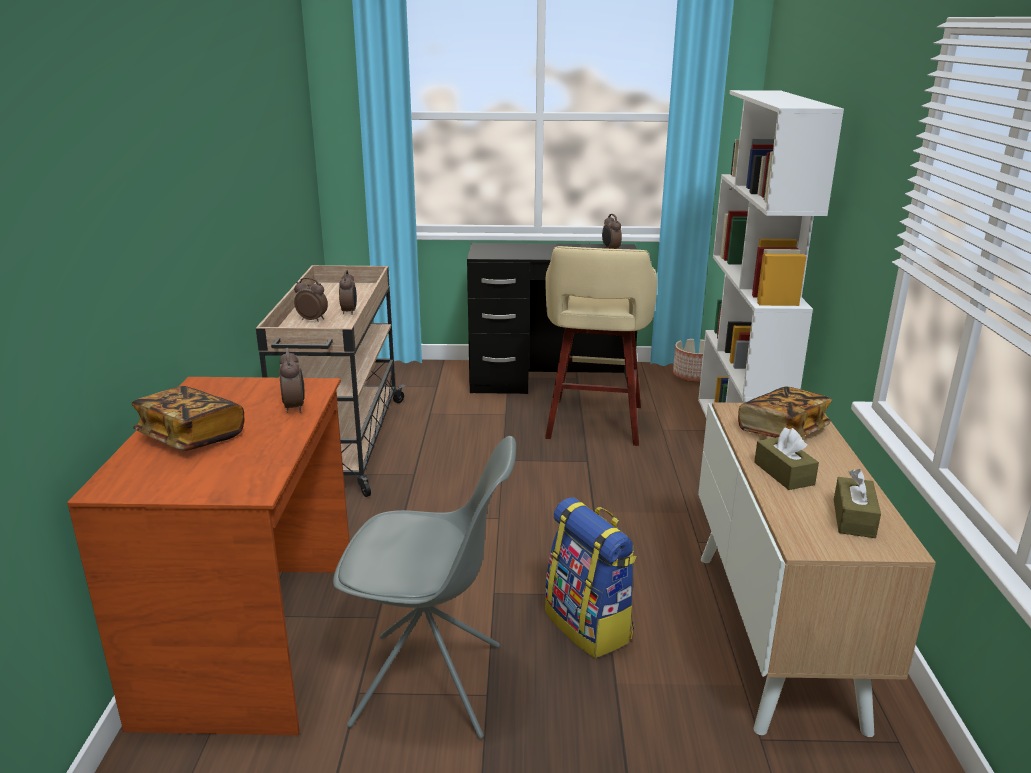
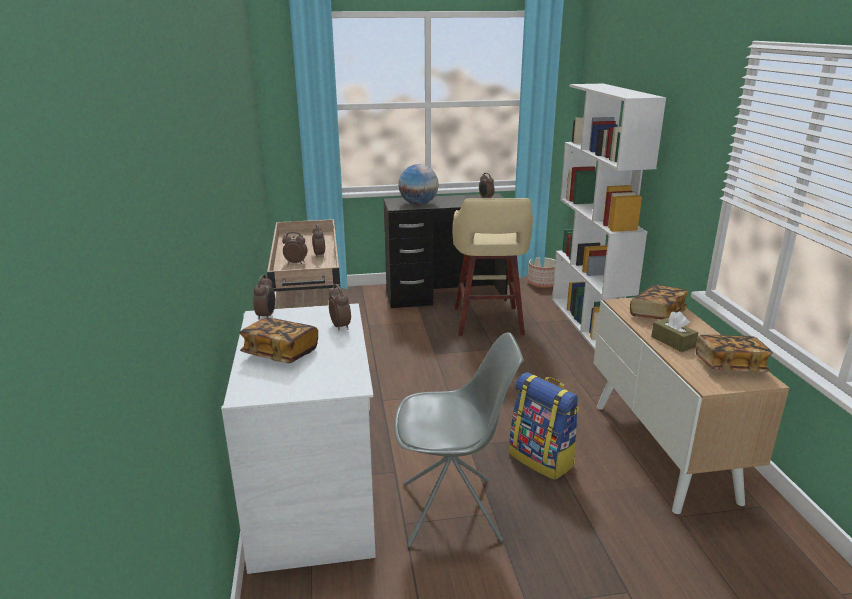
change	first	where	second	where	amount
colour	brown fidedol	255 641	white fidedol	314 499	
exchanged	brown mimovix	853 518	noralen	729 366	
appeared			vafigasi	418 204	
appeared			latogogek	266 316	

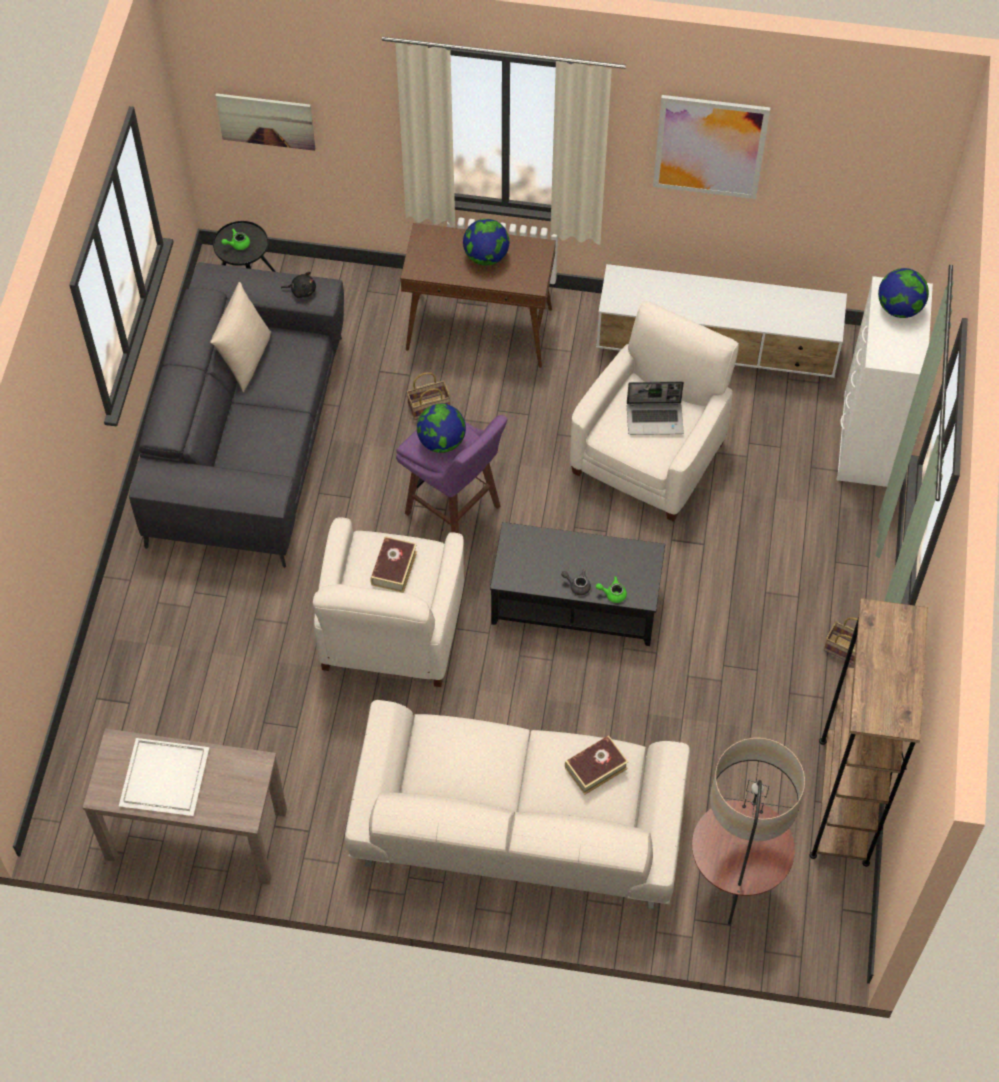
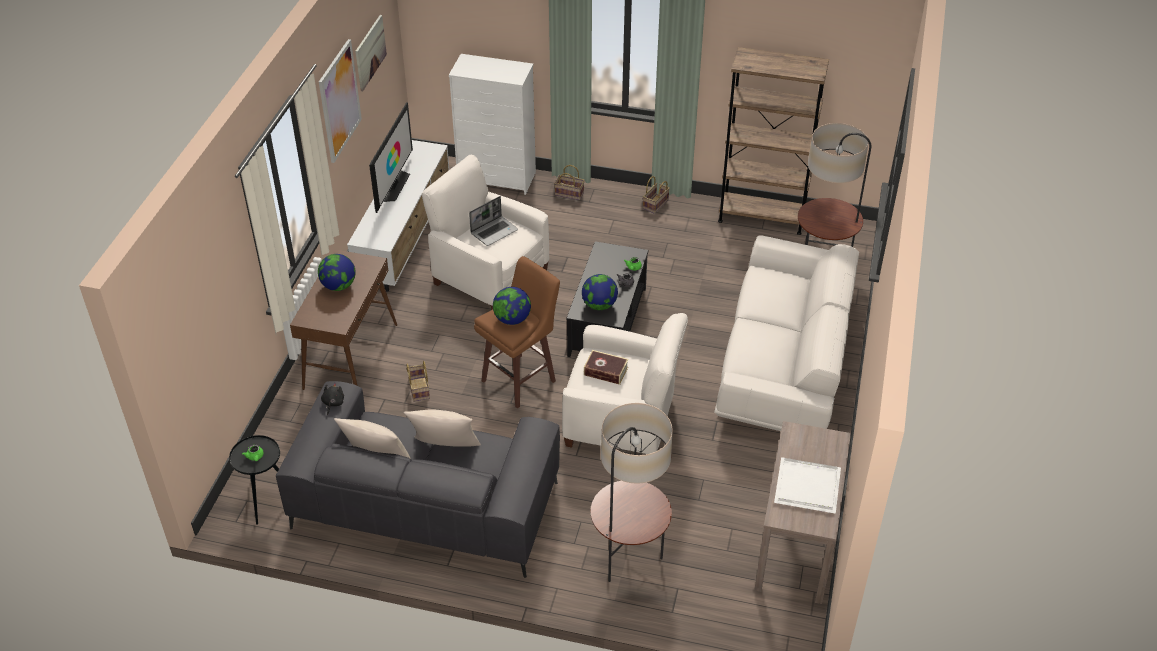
change	first	where	second	where	amount
relocated	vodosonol	266 121		370 52	
relocated	vafigasi	899 308		599 305	
spun	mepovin	655 418		494 231	45 degrees clockwise
colour	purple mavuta	454 512	brown mavuta	520 380	
missing	noralen	596 768			
appeared			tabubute	393 186	
appeared			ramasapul	570 193	
appeared			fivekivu	628 561	
appeared			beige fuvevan	445 449	

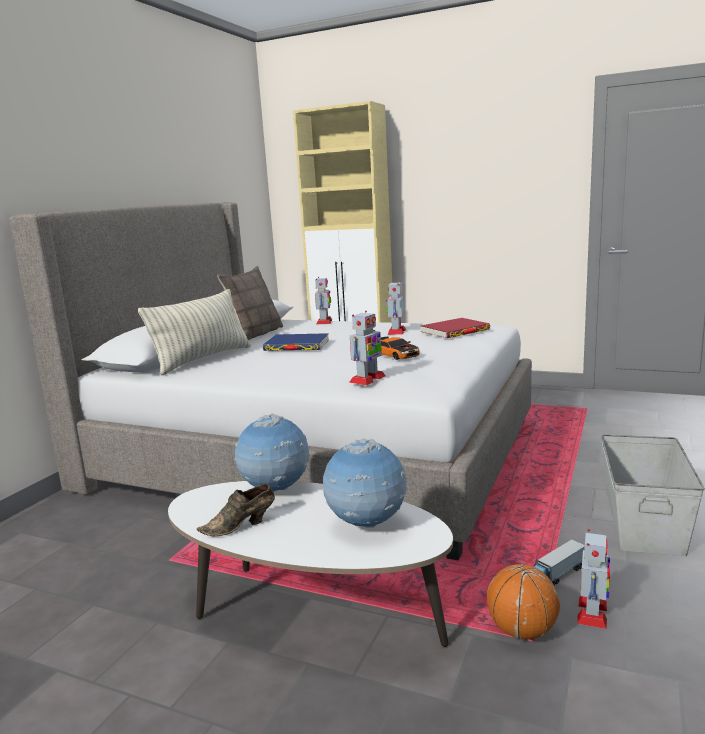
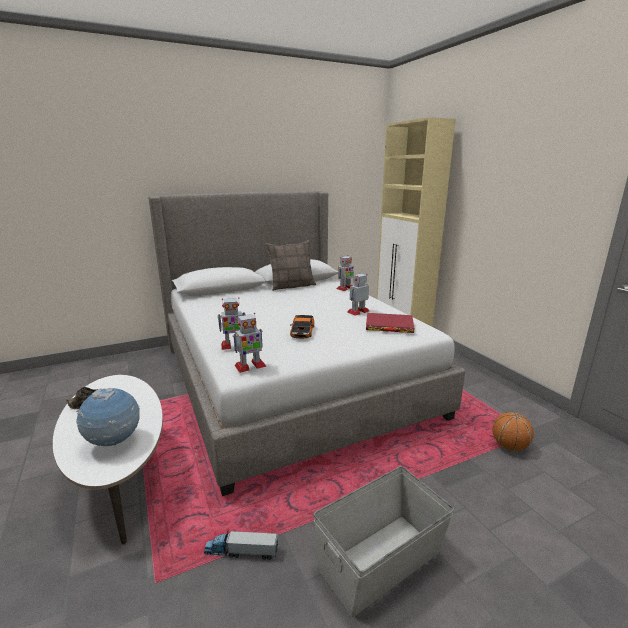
change	first	where	second	where	amount
missing	fuvevan	203 359			
missing	blue noralen	296 346			
missing	vafigasi	276 491			
relocated	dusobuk	592 613		250 366	
relocated	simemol	522 631		509 446	

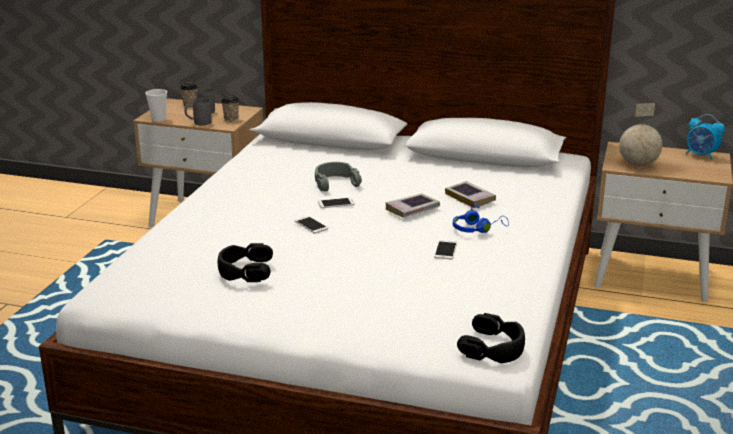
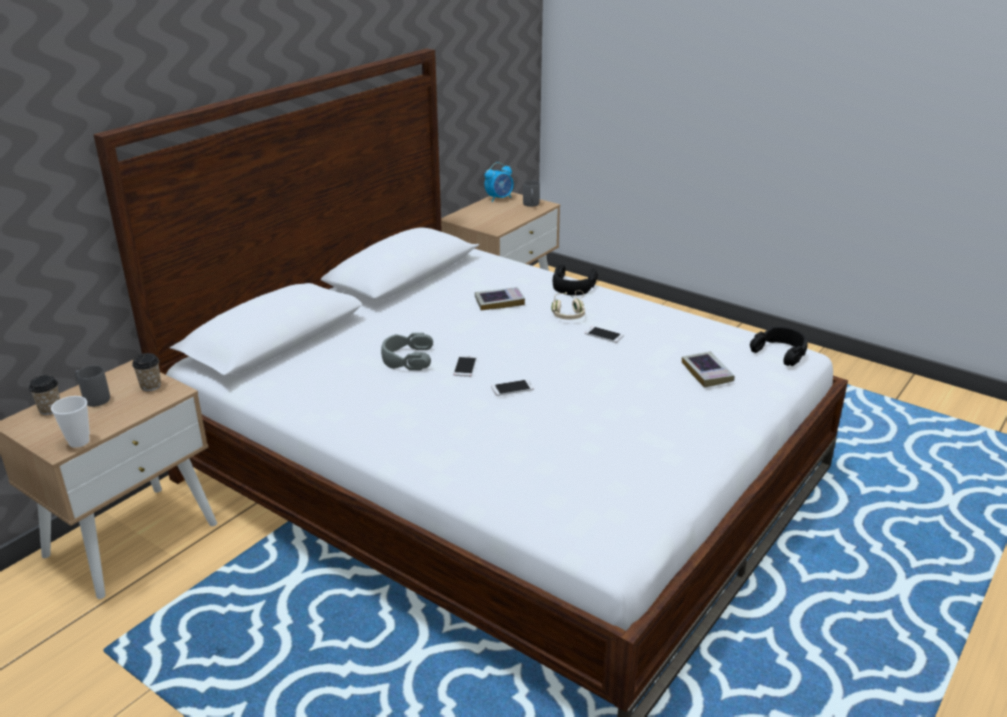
change	first	where	second	where	amount
relocated	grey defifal	198 123		531 205	
missing	vafigasi	638 165			
relocated	noralen	412 209		707 373	
colour	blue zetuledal	477 229	beige zetuledal	569 313	
relocated	black zetuledal	245 270		573 286	

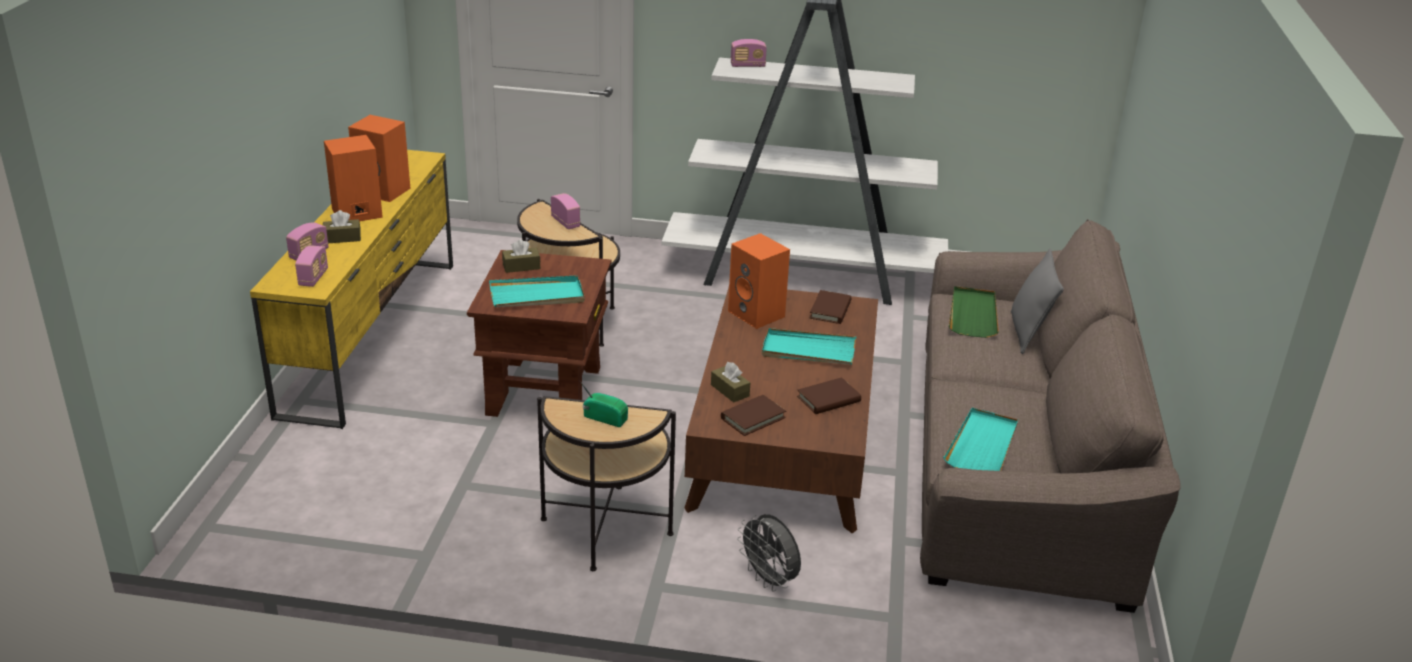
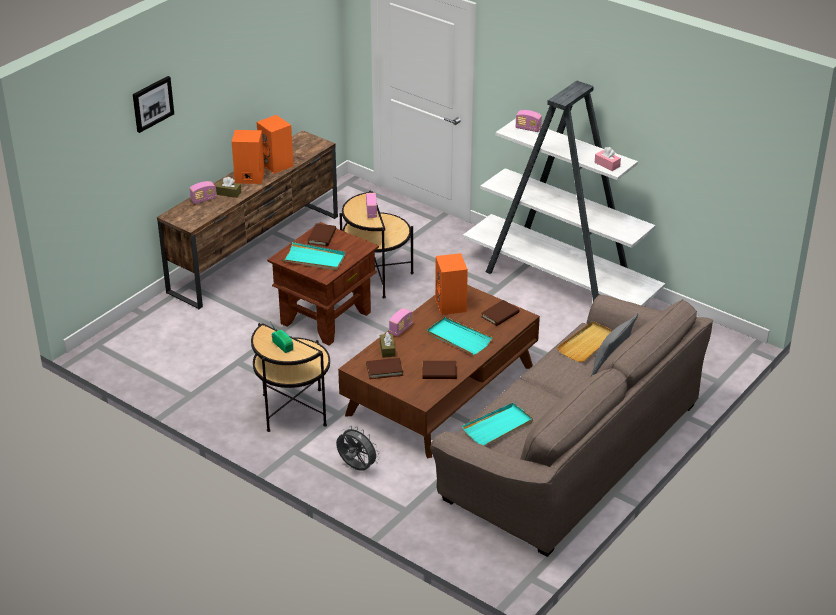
change	first	where	second	where	amount
colour	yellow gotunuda	372 335	brown gotunuda	256 253	
exchanged	brown mimovix	521 266	brown noralen	322 237	
relocated	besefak	313 278		401 329	
colour	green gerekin	973 315	beige gerekin	587 344	
spun	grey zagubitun	769 580		356 468	135 degrees clockwise
appeared			vodosonol	152 103	
appeared			pink mimovix	607 164	

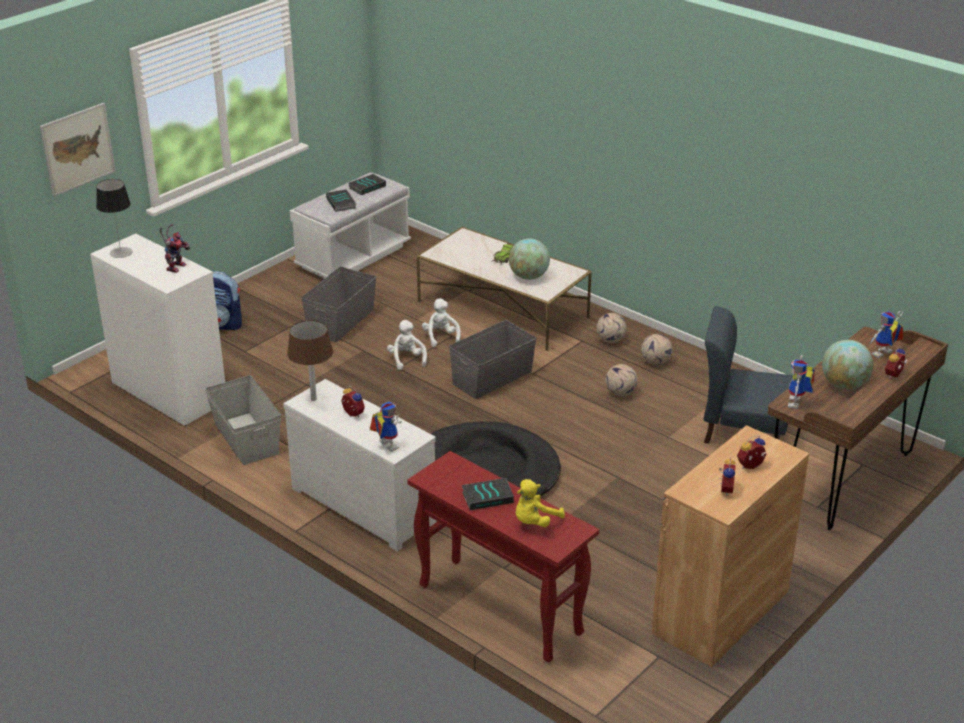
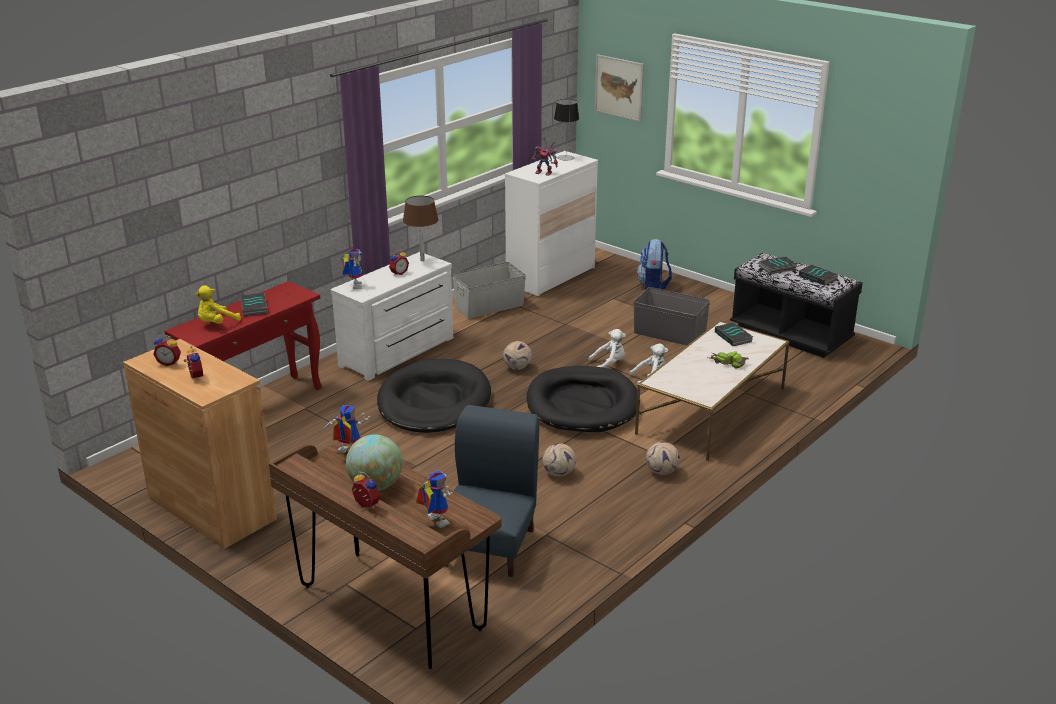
change	first	where	second	where	amount
colour	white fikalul	353 257	black fikalul	790 334	
missing	vafigasi	528 276			
exchanged	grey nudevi	492 377	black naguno	582 404	
relocated	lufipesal	656 362		517 368	
spun	dusobuk	385 445		354 285	60 degrees counterclockwise
spun	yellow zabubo	534 522		216 323	90 degrees counterclockwise
appeared			noralen	734 337	

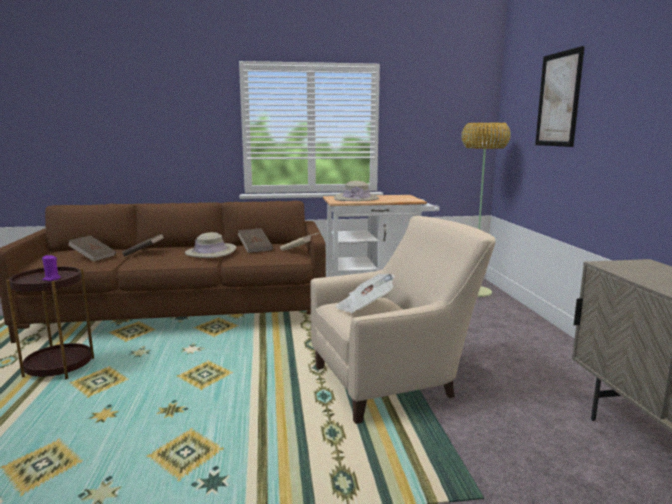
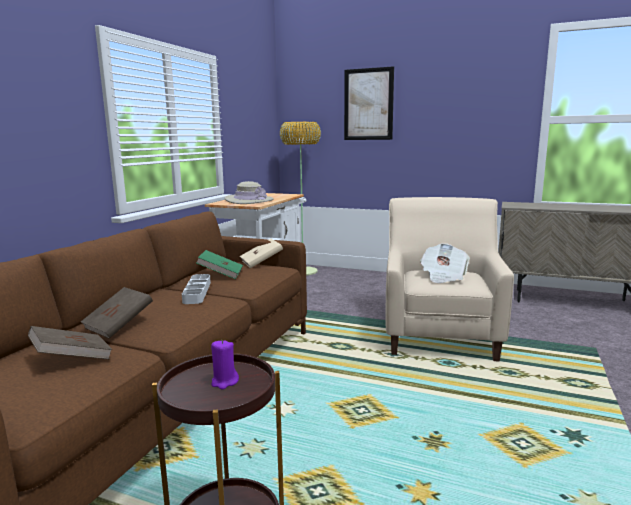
change	first	where	second	where	amount
colour	brown noralen	255 249	green noralen	221 275	
exchanged	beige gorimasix	211 252	grey gerekin	197 292	

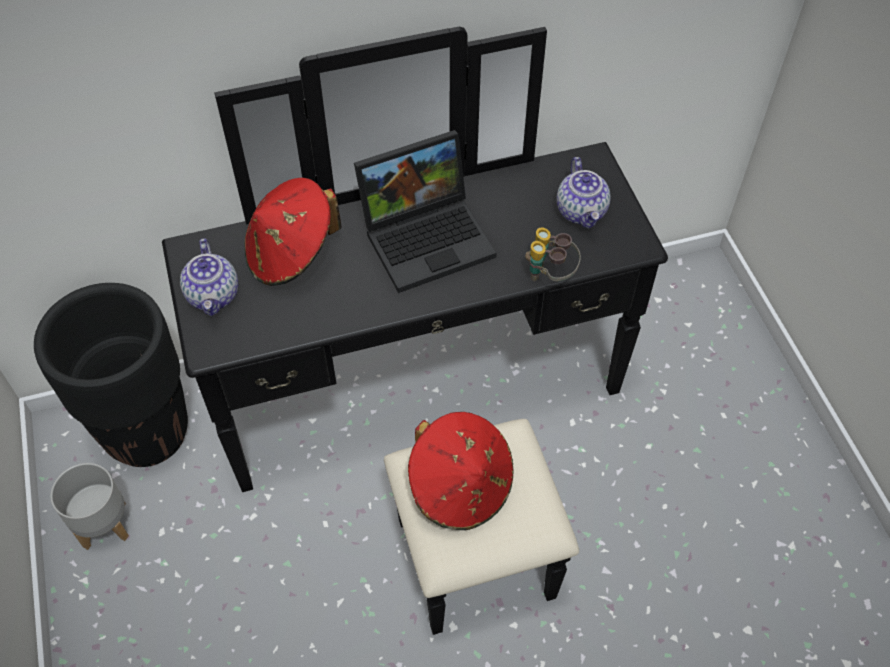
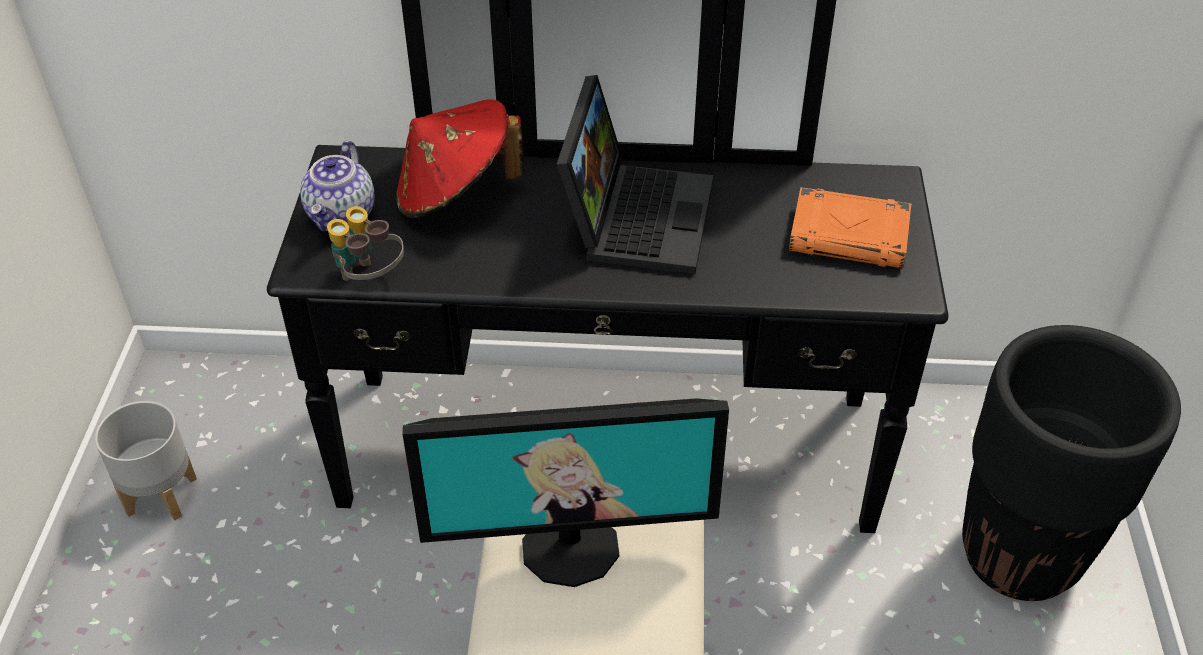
change	first	where	second	where	amount
spun	mepovin	428 236		634 215	75 degrees counterclockwise
exchanged	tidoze	582 211	orange noralen	850 236	
relocated	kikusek	550 275		369 279	
relocated	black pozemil	148 433		1020 556	
exchanged	red gorimasix	461 486	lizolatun	570 546	

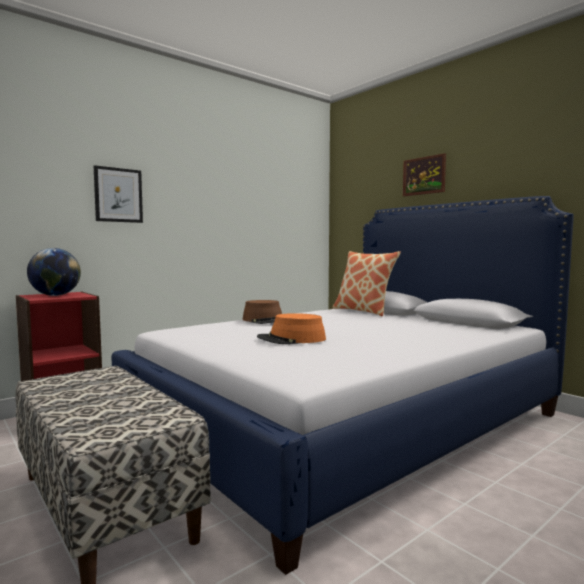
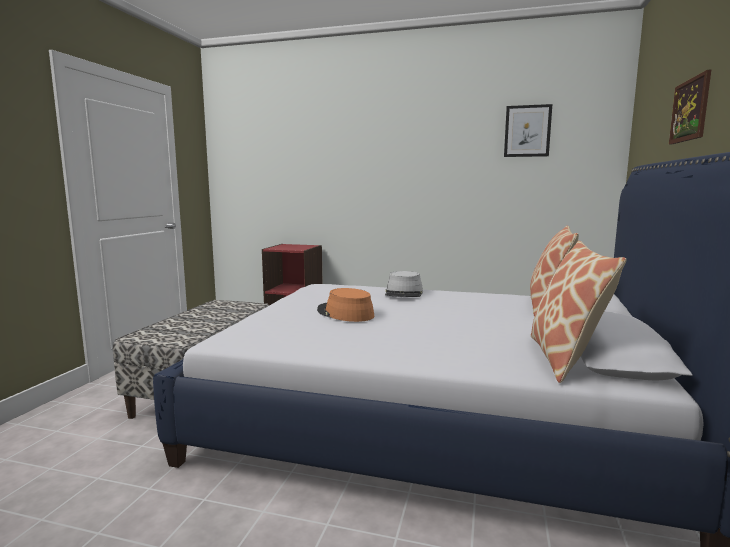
change	first	where	second	where	amount
relocated	vodosonol	118 195		527 131	
missing	vafigasi	55 295			
colour	brown gorimasix	266 320	grey gorimasix	404 293	
appeared			fuvevan	566 358	

